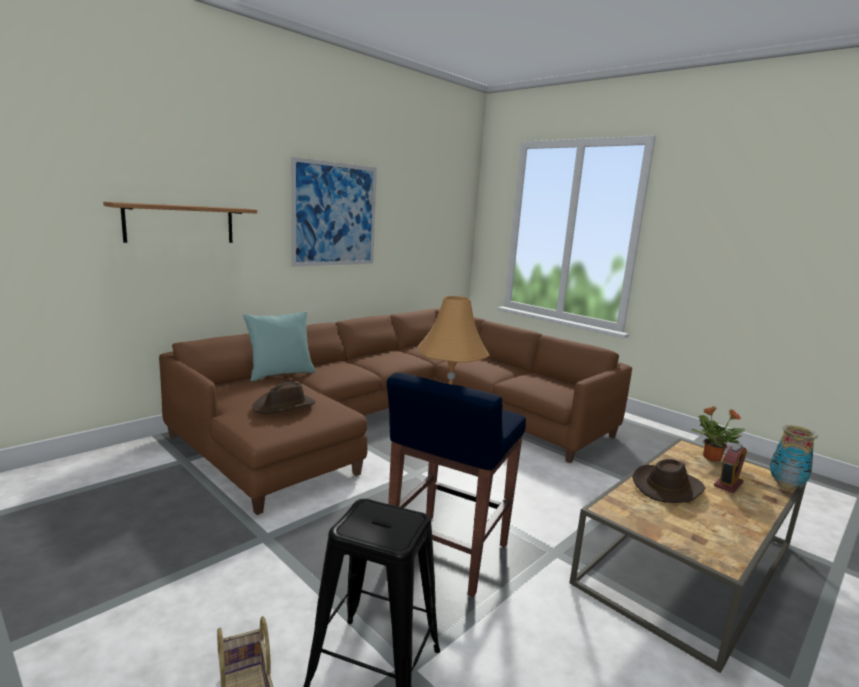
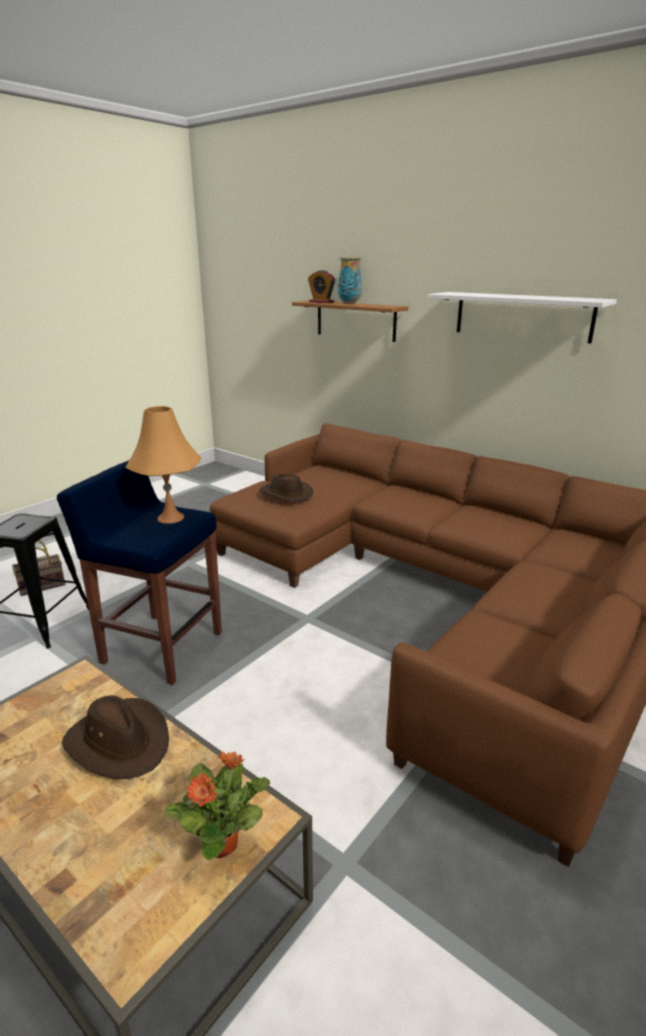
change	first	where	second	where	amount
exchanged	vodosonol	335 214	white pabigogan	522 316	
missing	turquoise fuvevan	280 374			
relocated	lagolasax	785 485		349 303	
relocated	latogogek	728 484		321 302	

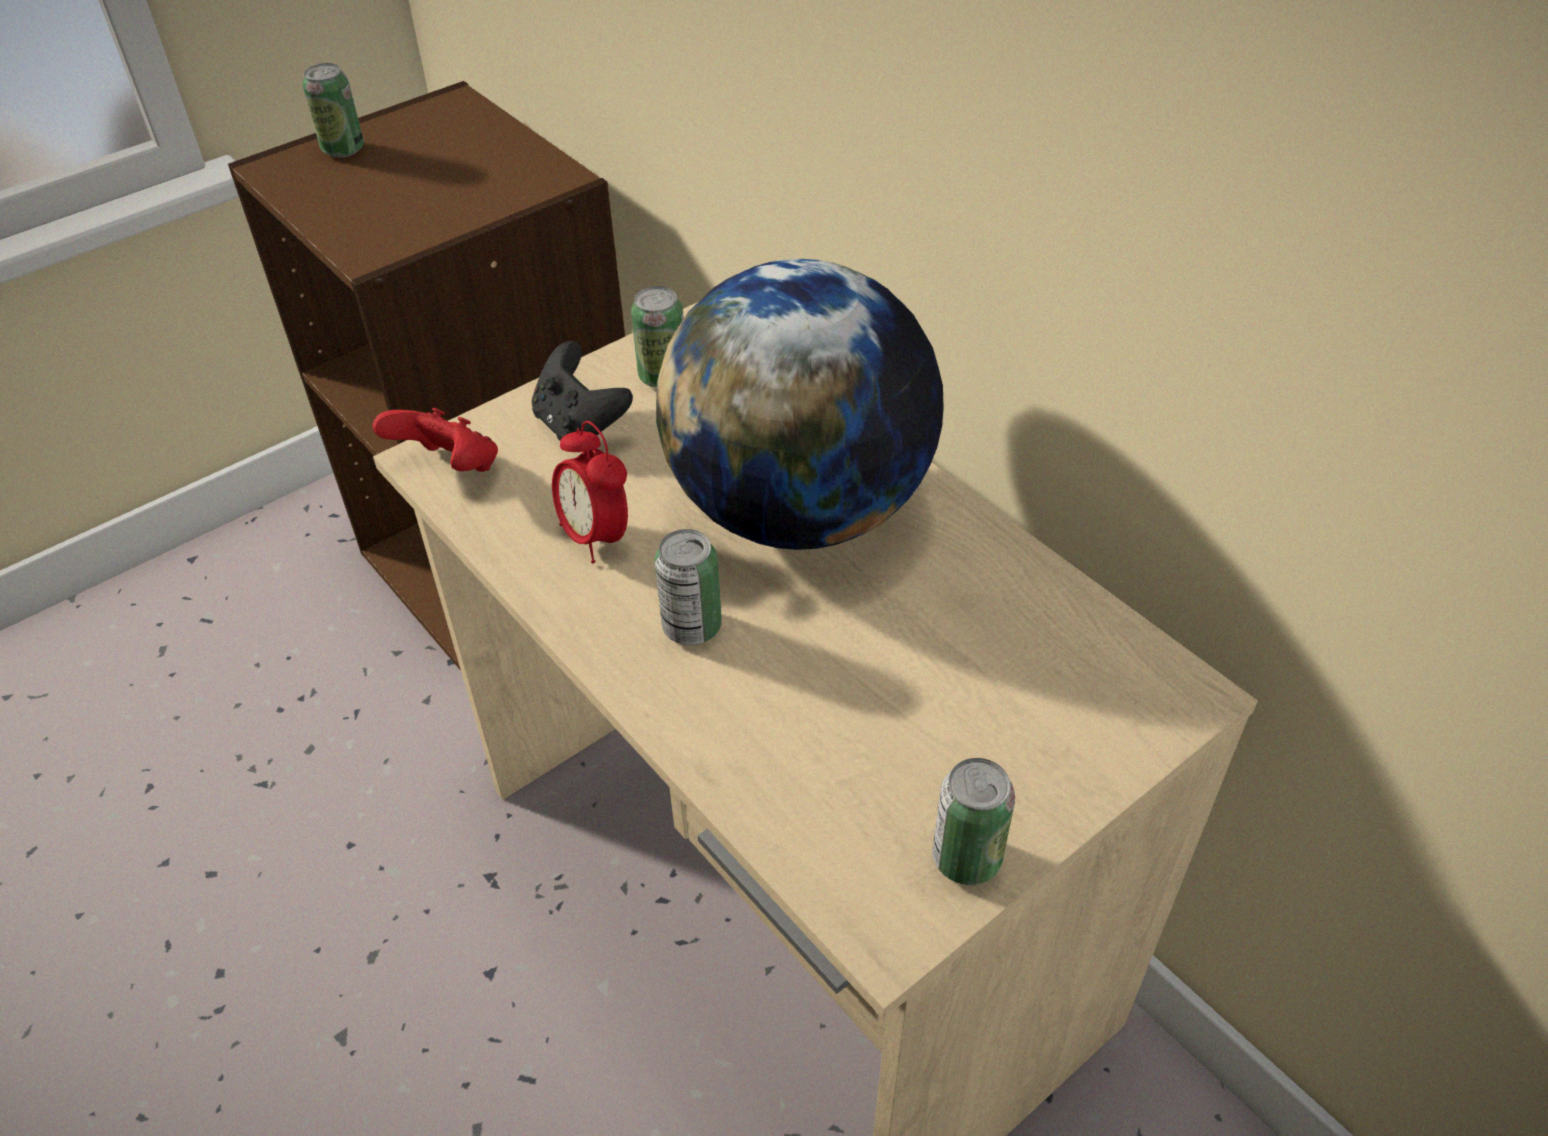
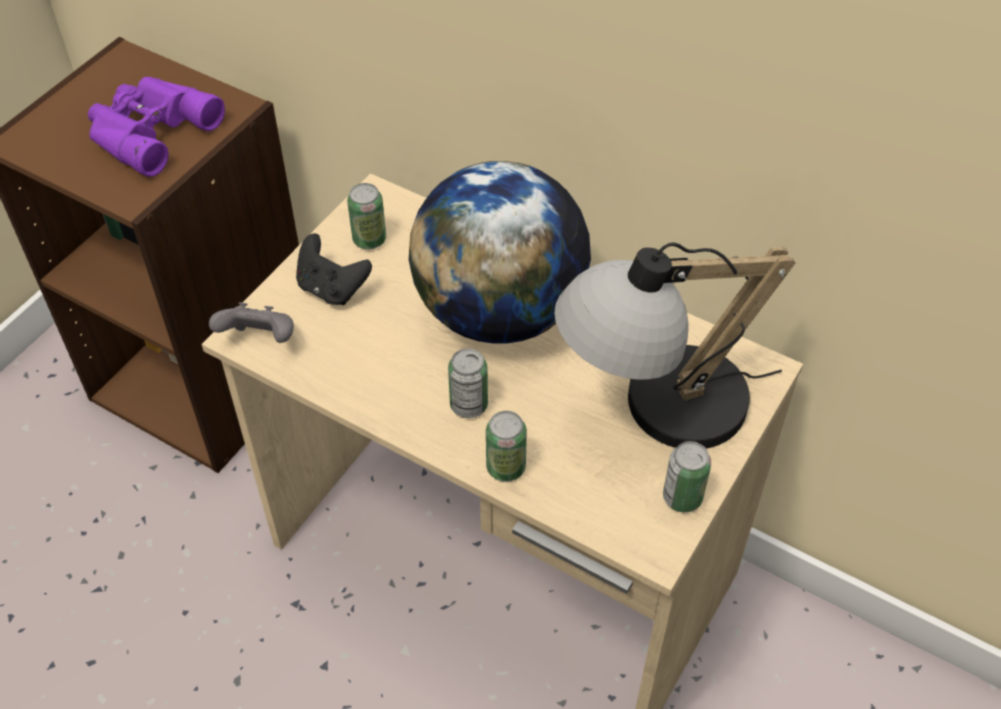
change	first	where	second	where	amount
relocated	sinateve	343 149		506 467	
colour	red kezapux	450 468	grey kezapux	260 340	
missing	latogogek	596 536			
appeared			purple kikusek	148 131	
appeared			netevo	655 411	

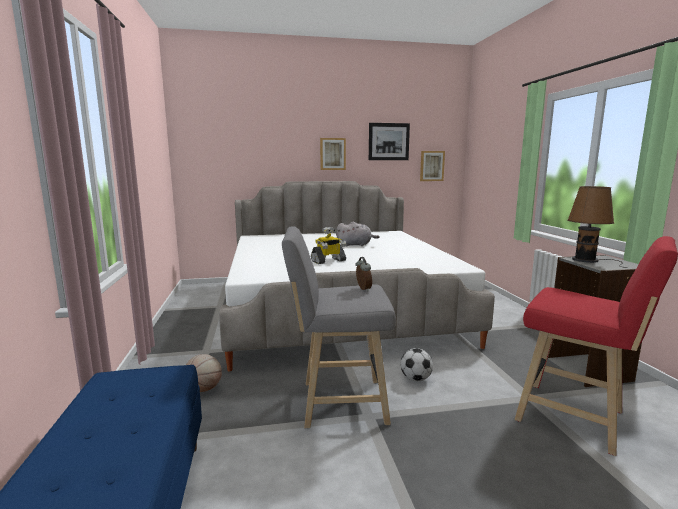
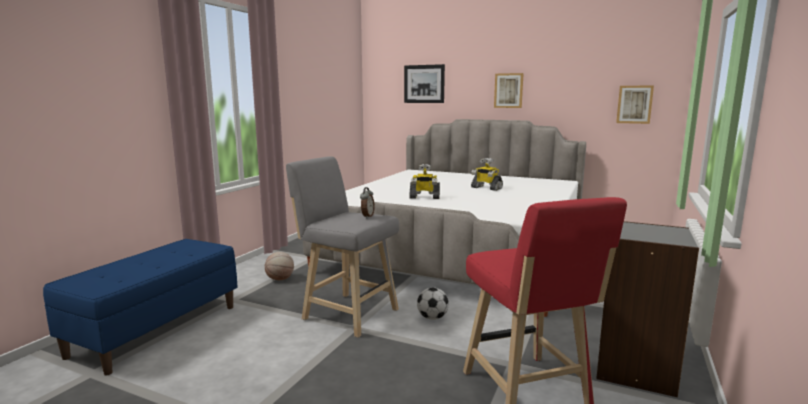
change	first	where	second	where	amount
relocated	vodosonol	388 141		424 84	
missing	brown netevo	588 260			
exchanged	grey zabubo	355 245	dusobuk	486 188	

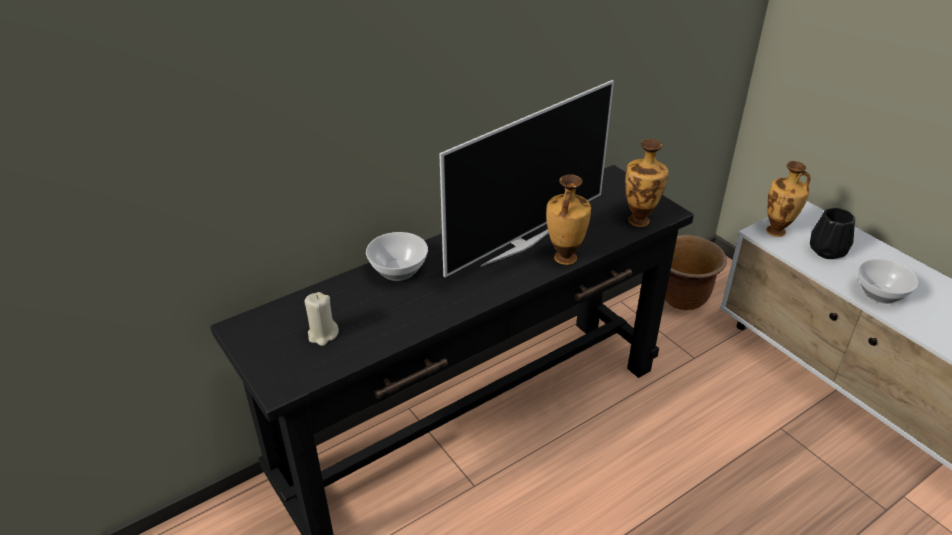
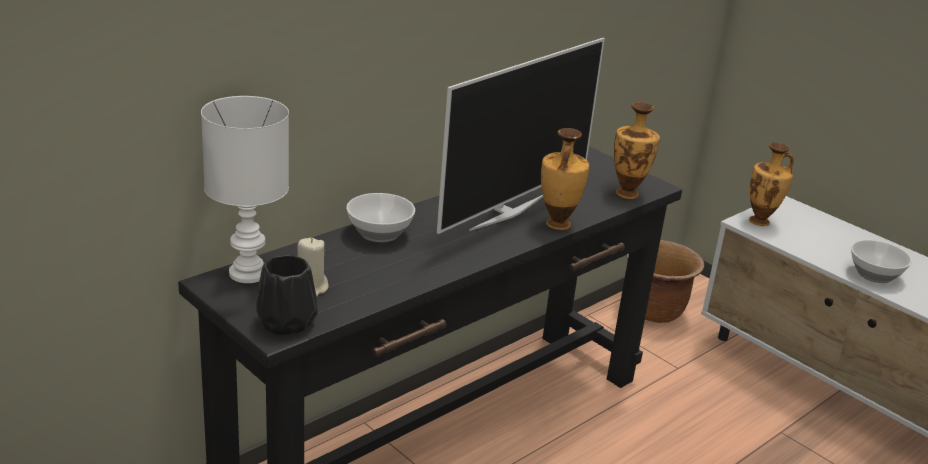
change	first	where	second	where	amount
relocated	black lagolasax	828 251		287 323	
appeared			white netevo	246 274	

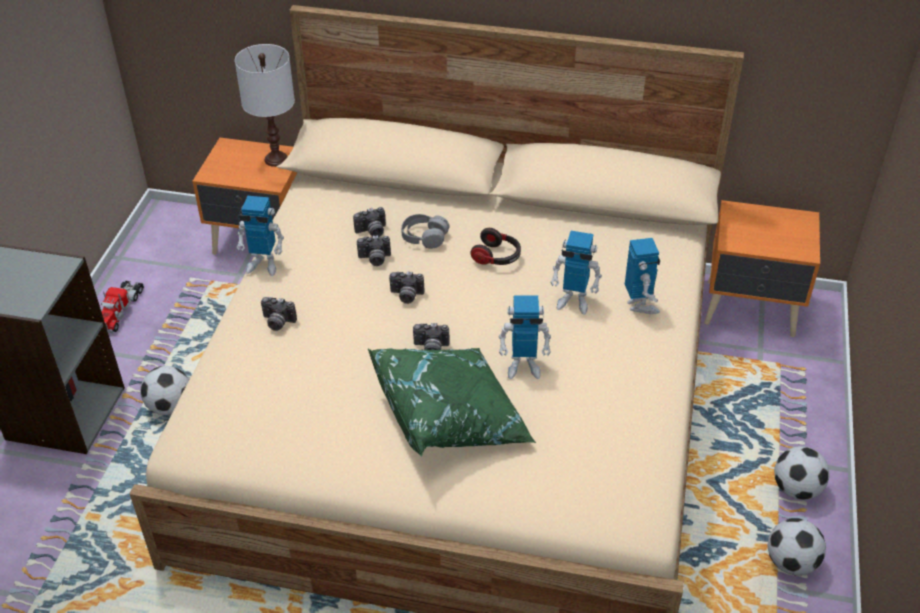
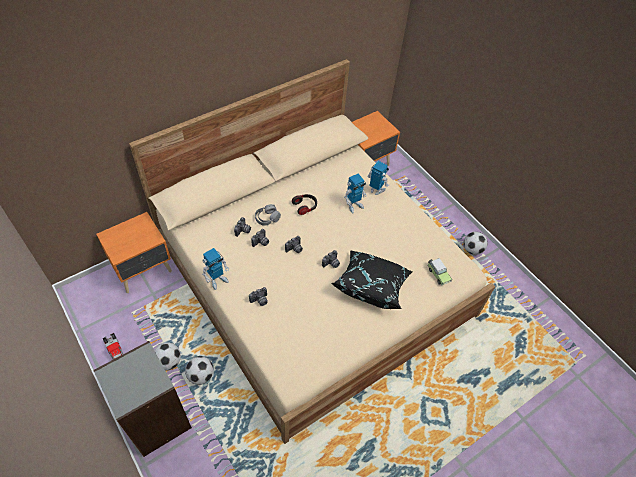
change	first	where	second	where	amount
missing	white netevo	275 159			
missing	dusobuk	523 366			
colour	green fuvevan	451 418	black fuvevan	372 285	
relocated	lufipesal	796 489		169 362	
appeared			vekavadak	437 274	

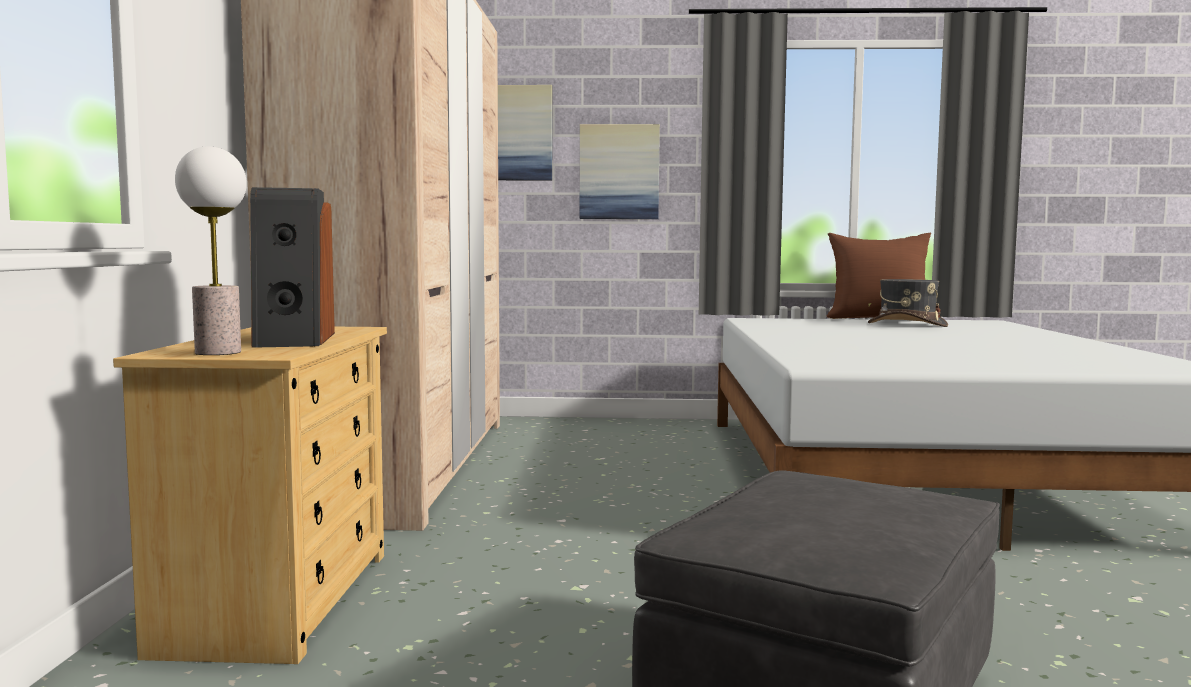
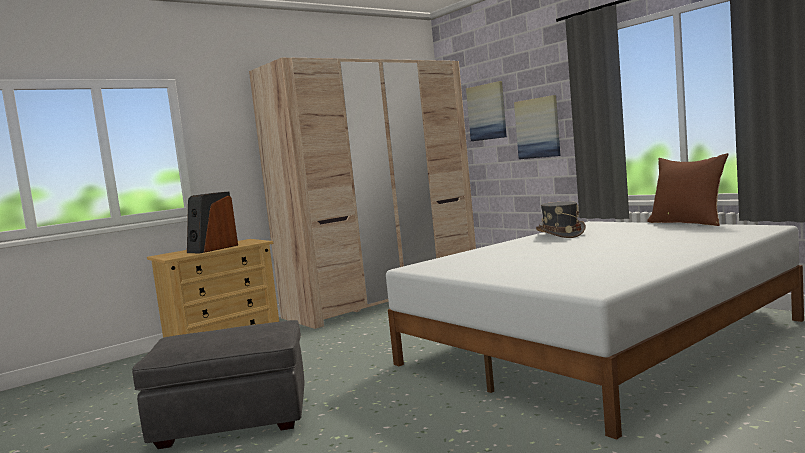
change	first	where	second	where	amount
missing	netevo	218 352			
relocated	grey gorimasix	907 325		560 234	

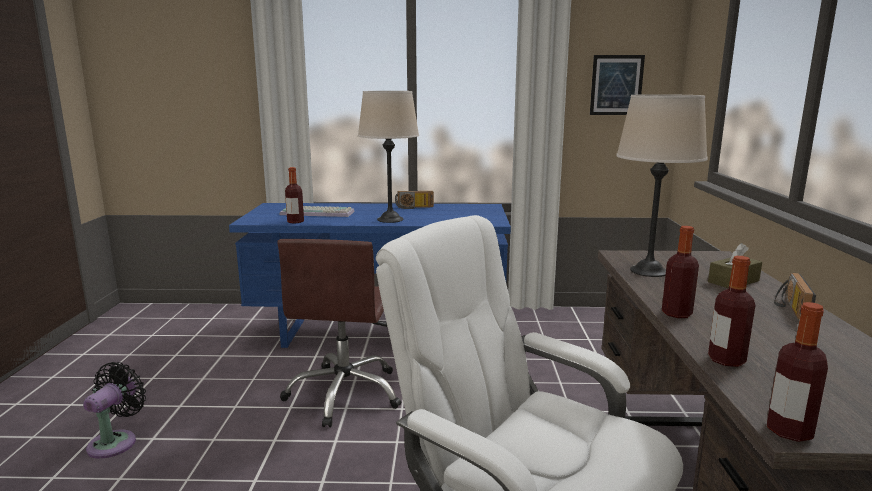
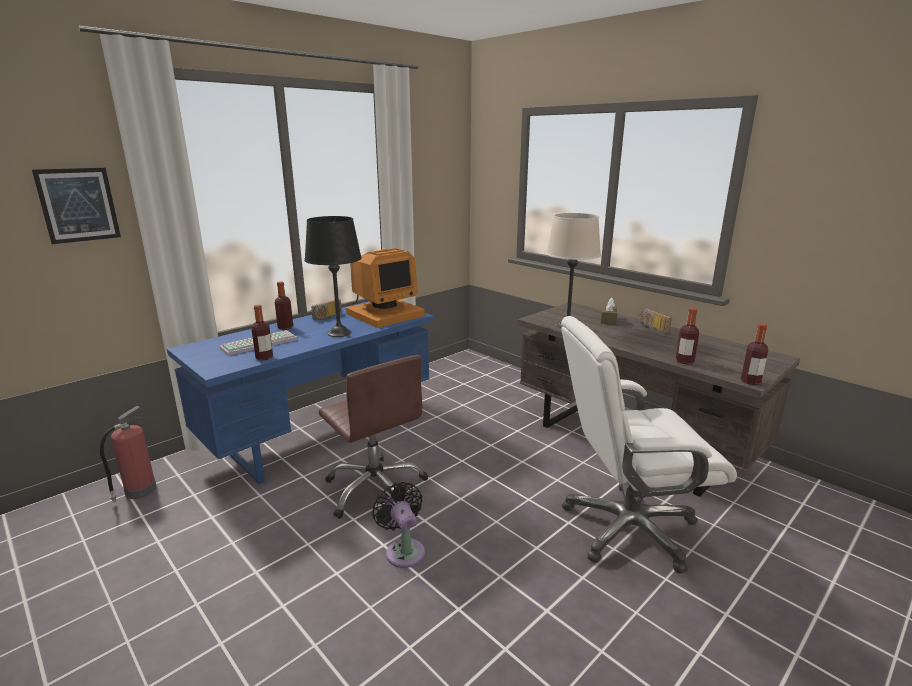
change	first	where	second	where	amount
relocated	vodosonol	616 85		78 205	
colour	beige netevo	390 219	black netevo	339 333	
relocated	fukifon	676 314		285 327	
relocated	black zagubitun	116 441		403 550	
appeared			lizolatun	384 314	
appeared			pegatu	139 491	

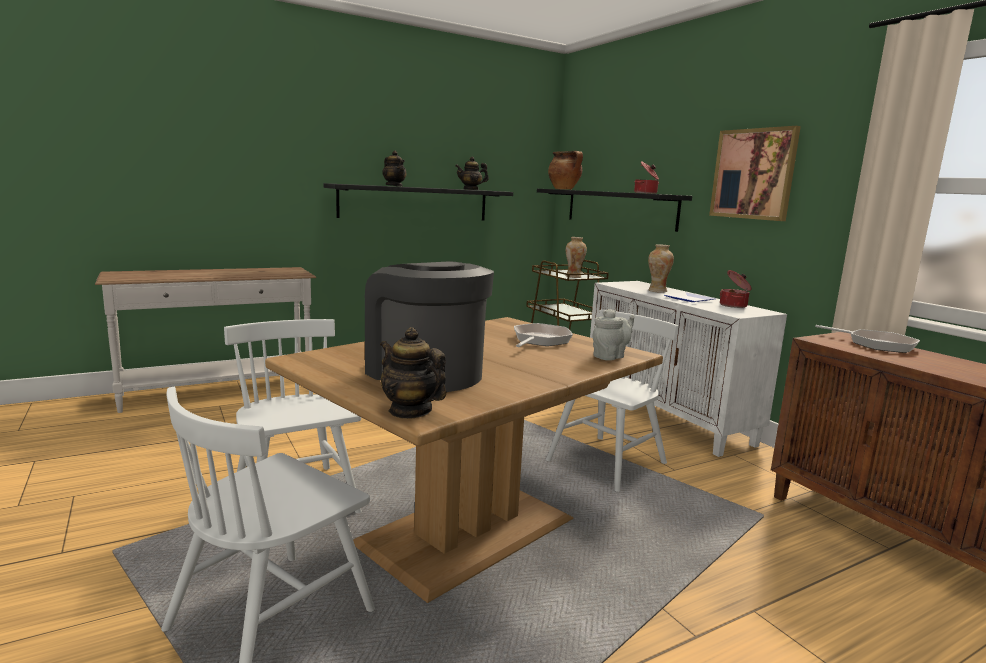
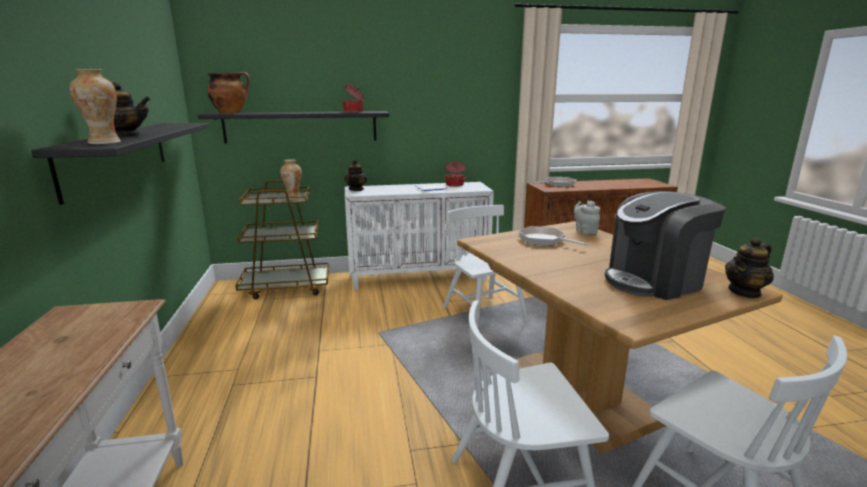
change	first	where	second	where	amount
missing	vodosonol	753 174			
relocated	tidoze	471 189		356 189	
relocated	lagolasax	657 291		104 143	

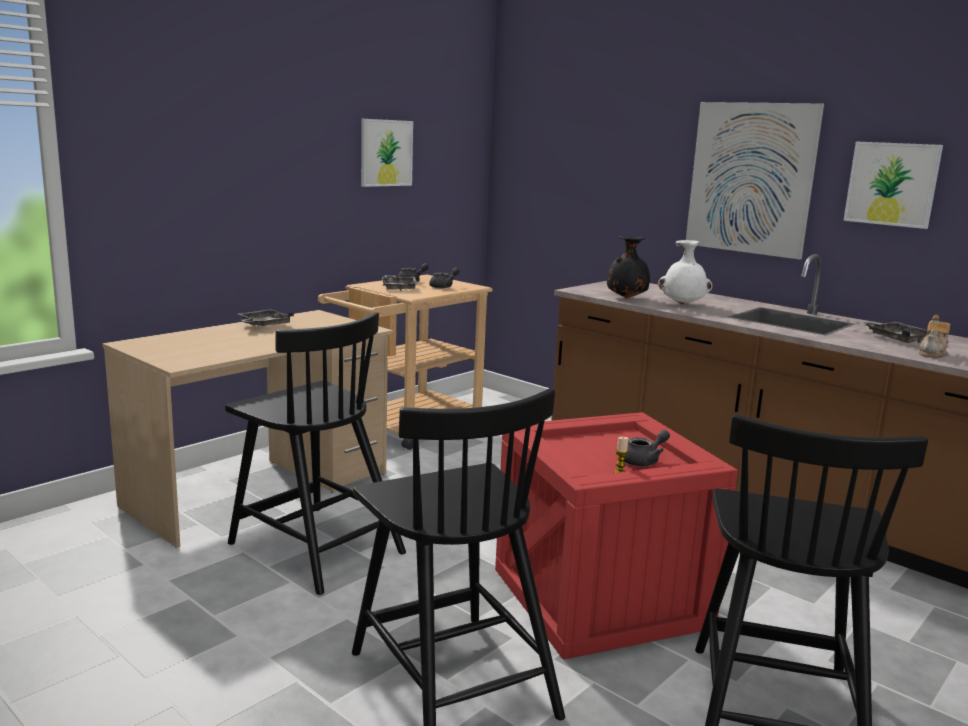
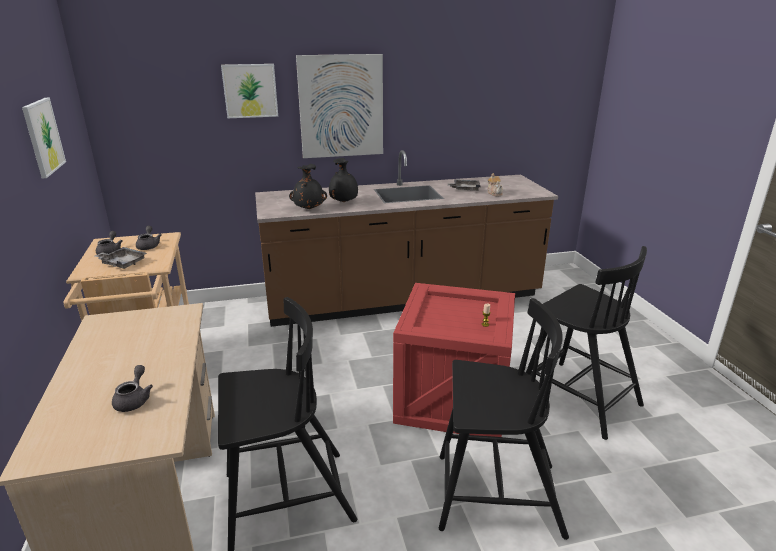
change	first	where	second	where	amount
relocated	vodosonol	892 184		250 91	
colour	white lagolasax	683 304	black lagolasax	344 202	
missing	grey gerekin	263 325			
relocated	grey tidoze	644 461		134 400	

